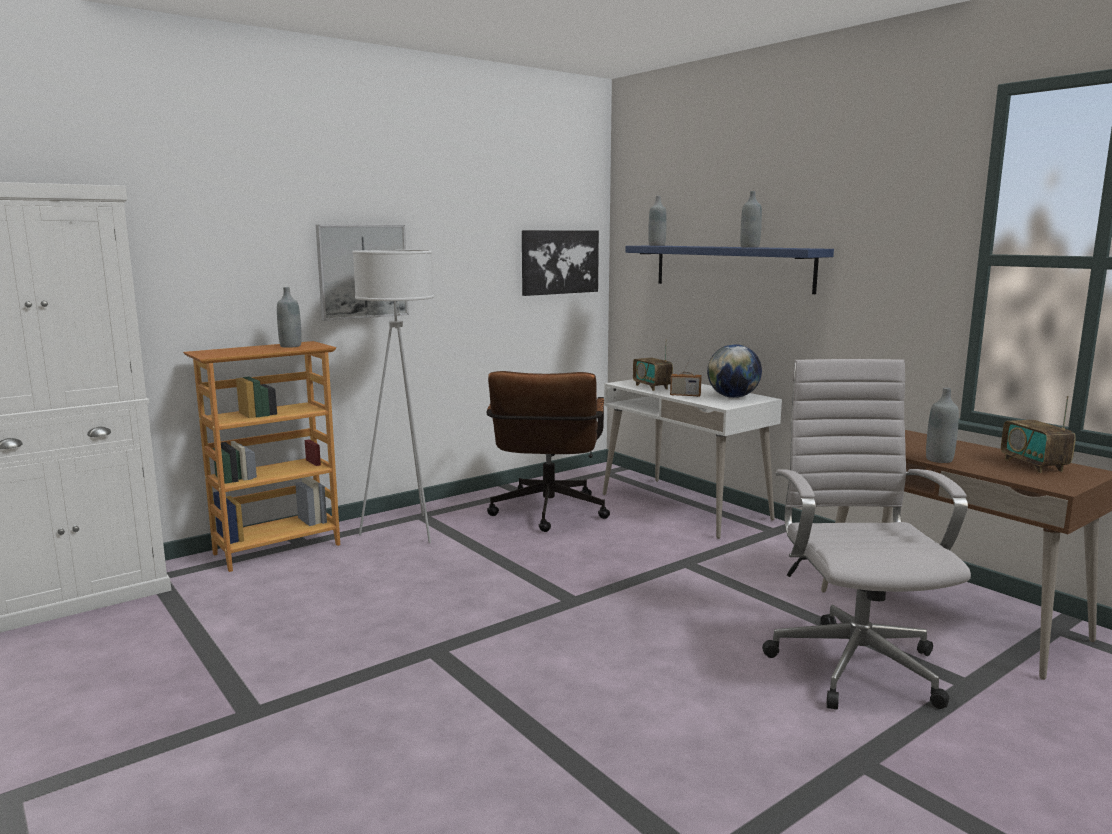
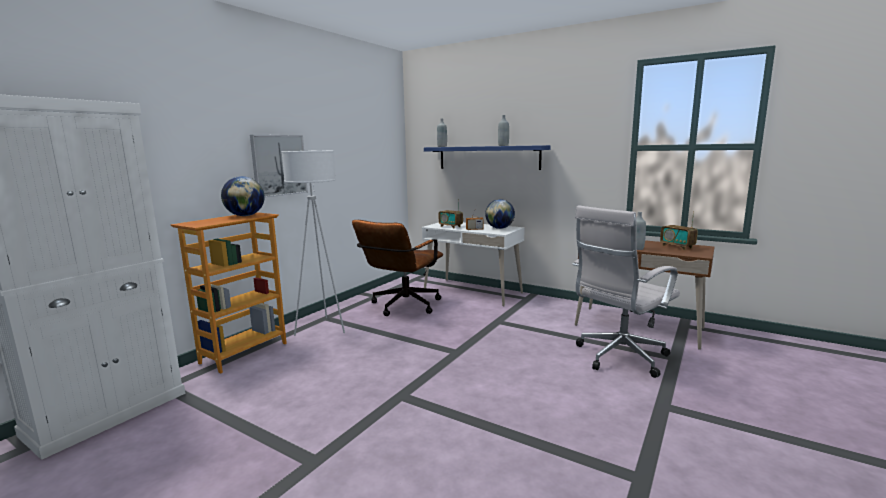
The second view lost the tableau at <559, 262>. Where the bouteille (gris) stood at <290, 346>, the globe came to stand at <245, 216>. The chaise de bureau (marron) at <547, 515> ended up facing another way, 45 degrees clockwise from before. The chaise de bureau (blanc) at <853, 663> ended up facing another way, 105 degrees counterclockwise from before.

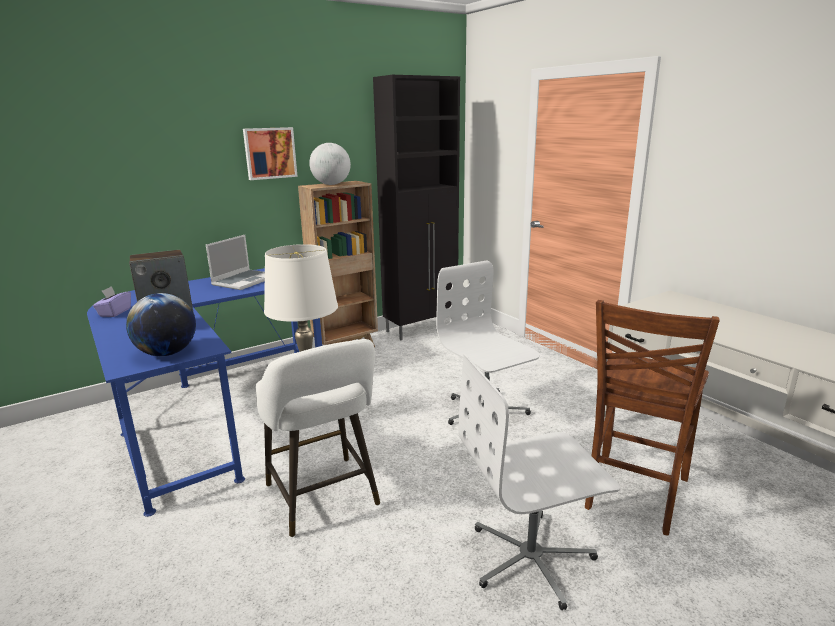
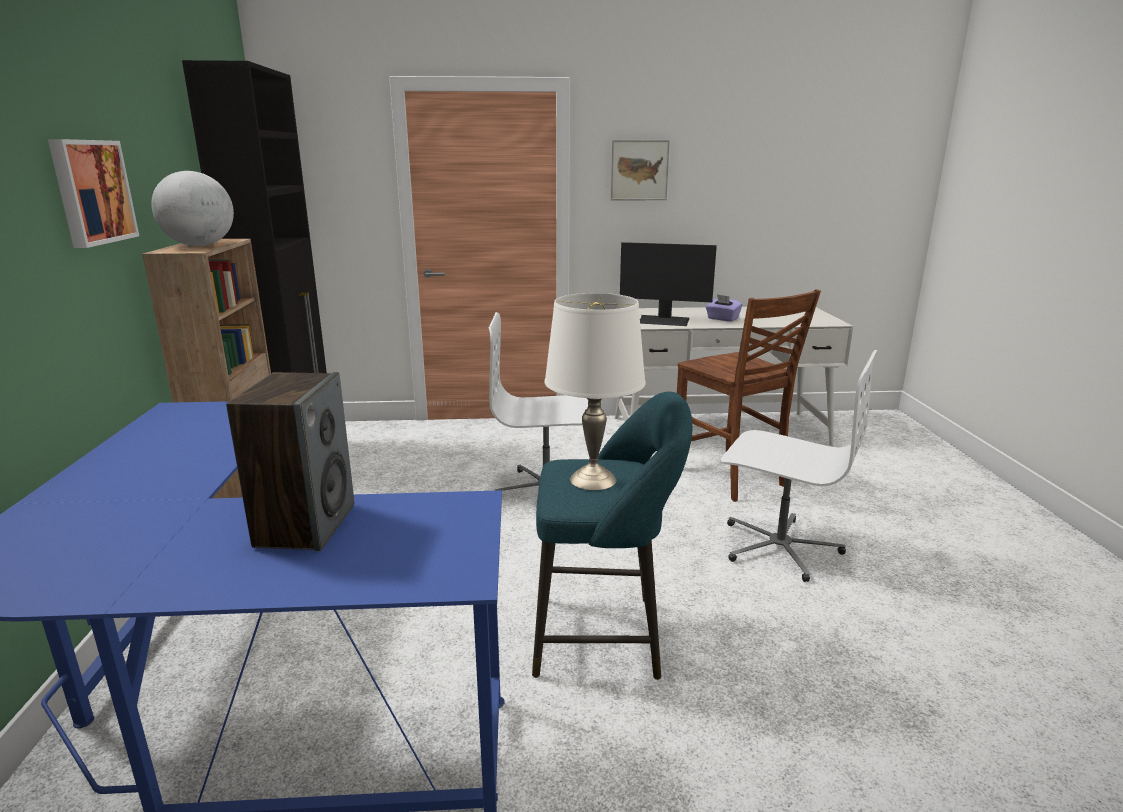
The second view lost the globe at <167, 353>. The second view lost the ordinateur portable at <244, 281>. The second view gained the tableau at <639, 170>. The second view gained the écran d'ordinateur at <664, 321>. The boîte à mouchoirs (violet) ended up elsewhere, having gone from <115, 312> to <722, 319>. What was the tabouret (blanc) at <324, 499> turned into the tabouret (turquoise) at <605, 636>. The chaise de bureau (blanc) at <531, 558> ended up facing another way, 75 degrees counterclockwise from before.

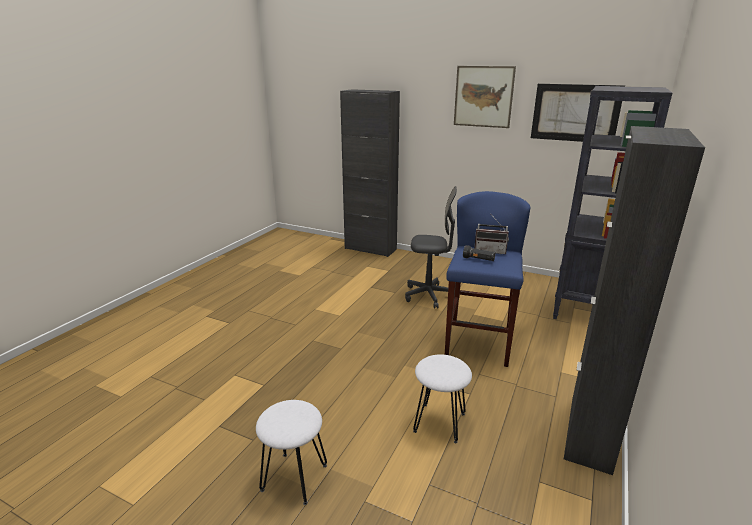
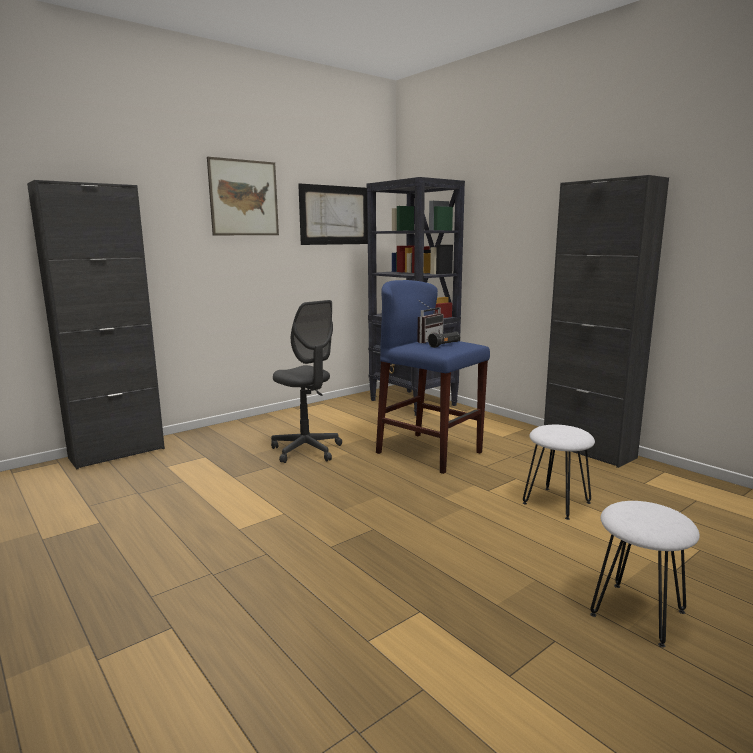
The chaise de bureau (gris) at <429, 295> ended up facing another way, 105 degrees clockwise from before.

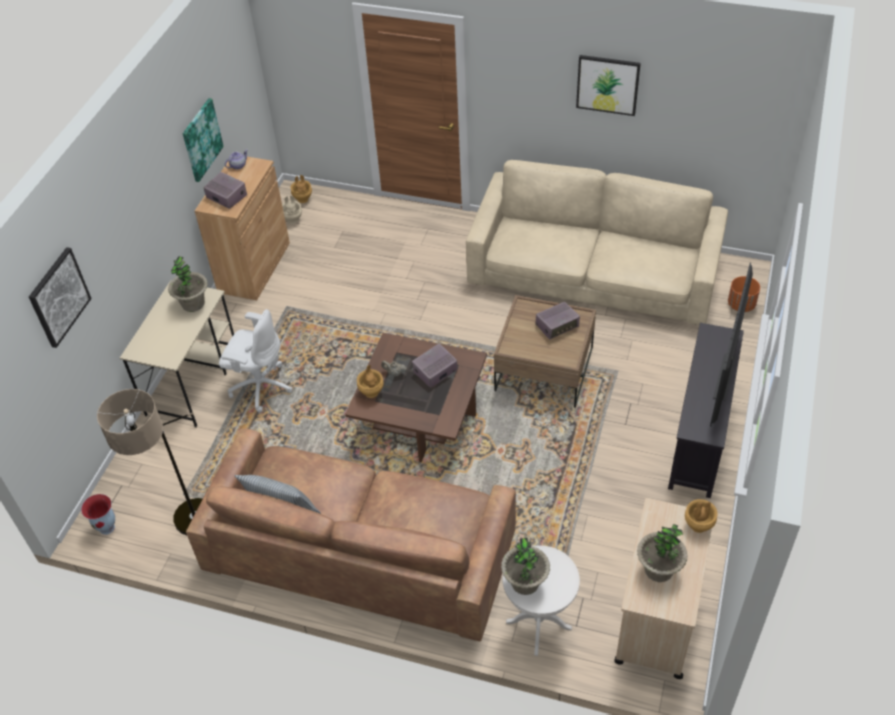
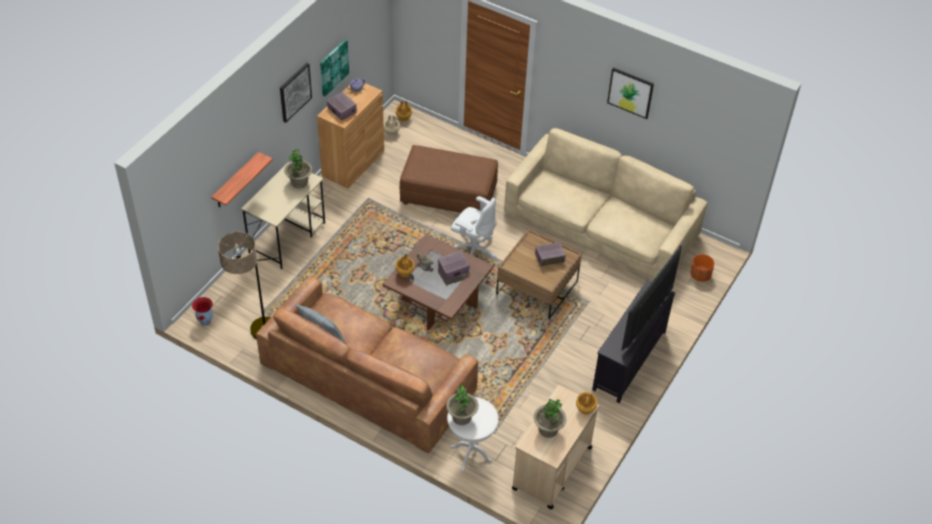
The second view gained the étagère at <236, 181>. The second view gained the pouf (marron) at <448, 193>. The tableau ended up elsewhere, having gone from <59, 297> to <294, 92>. The chaise de bureau (blanc) ended up elsewhere, having gone from <260, 386> to <473, 250>.

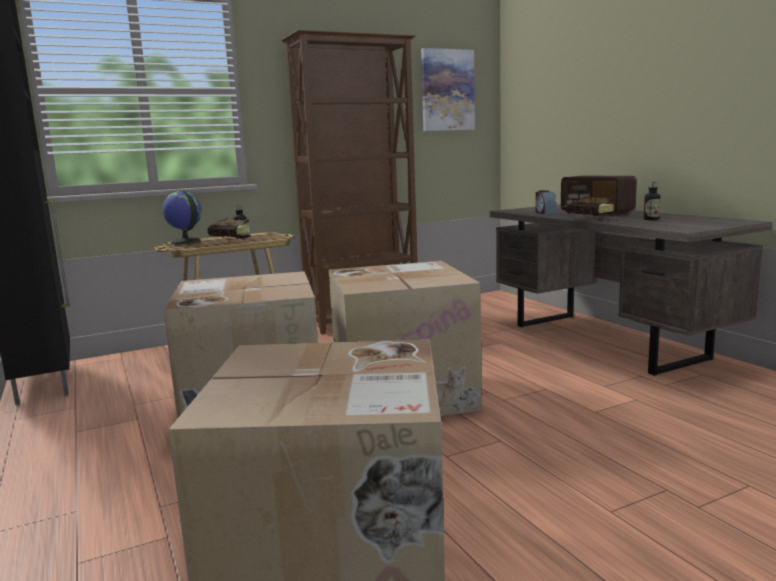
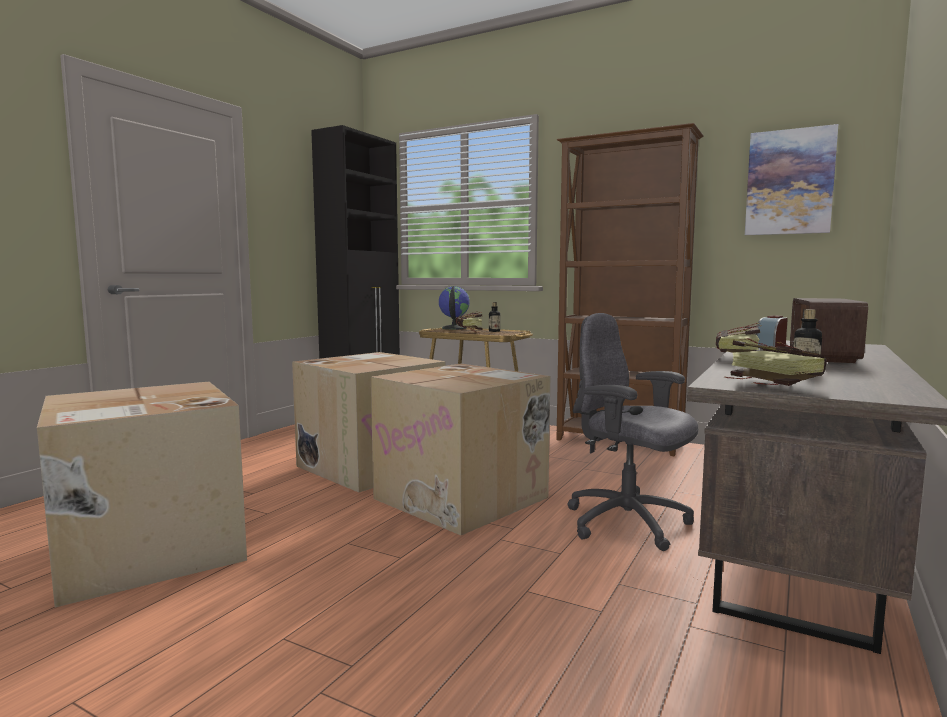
The second view gained the chaise de bureau (gris) at <628, 524>. The second view gained the livre at <767, 384>.

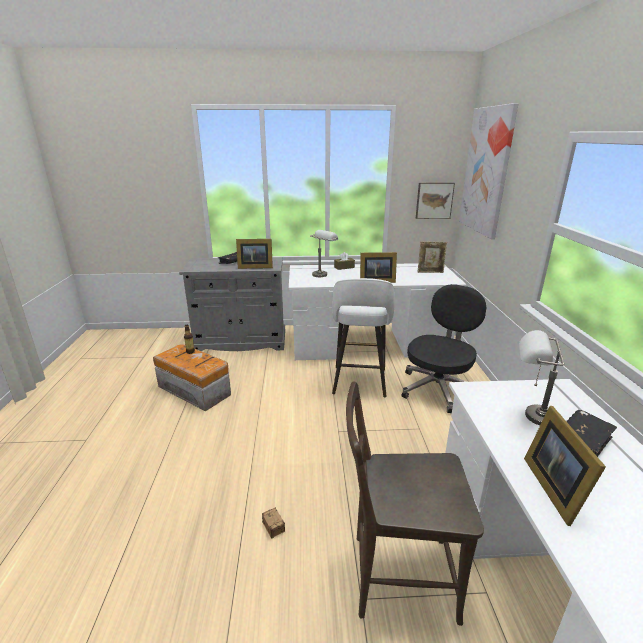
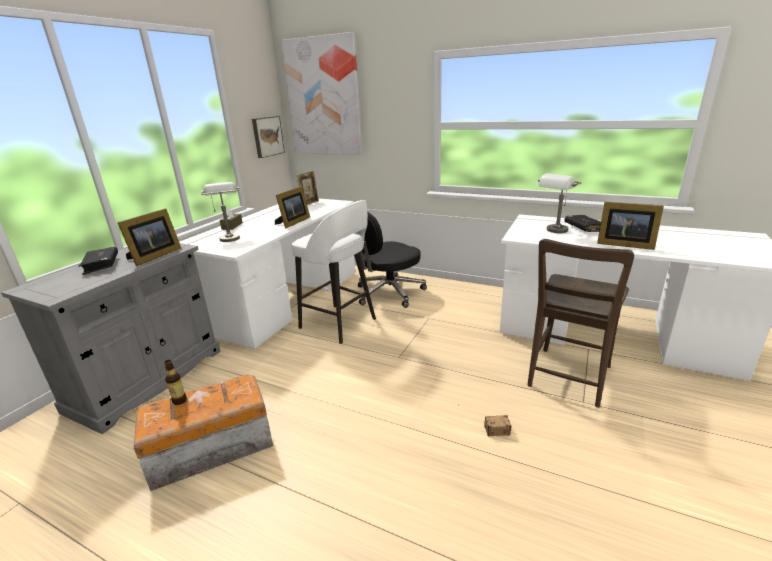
The chaise de bureau (noir) at <438, 388> ended up facing another way, 105 degrees counterclockwise from before.

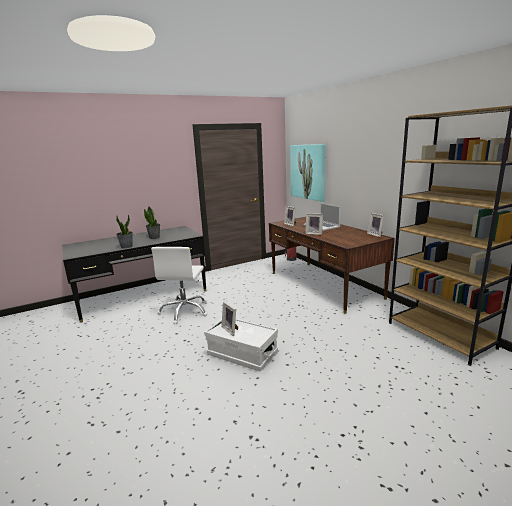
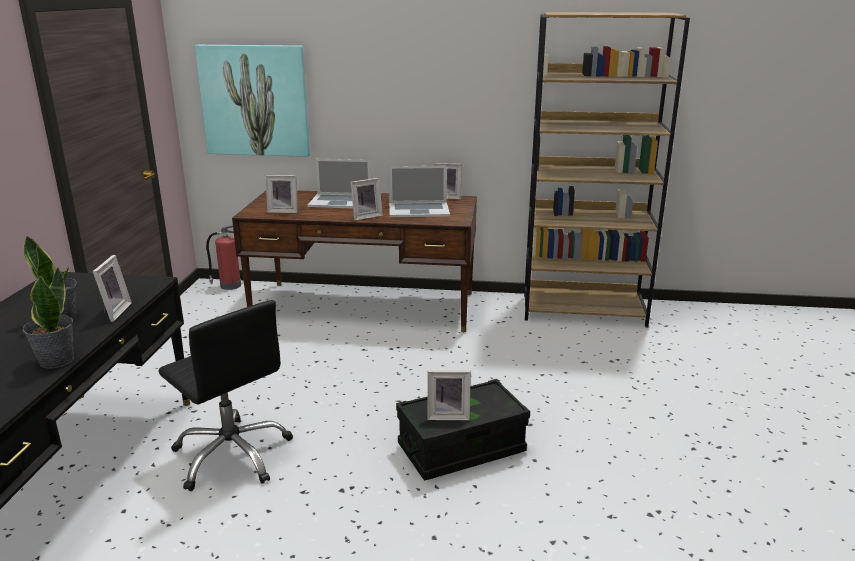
The second view gained the cadre photo at <113, 312>. The second view gained the ordinateur portable at <418, 210>. What was the chaise de bureau (blanc) at <185, 311> turned into the chaise de bureau (noir) at <232, 454>. What was the boîte de rangement (blanc) at <242, 354> turned into the boîte de rangement (noir) at <461, 449>.

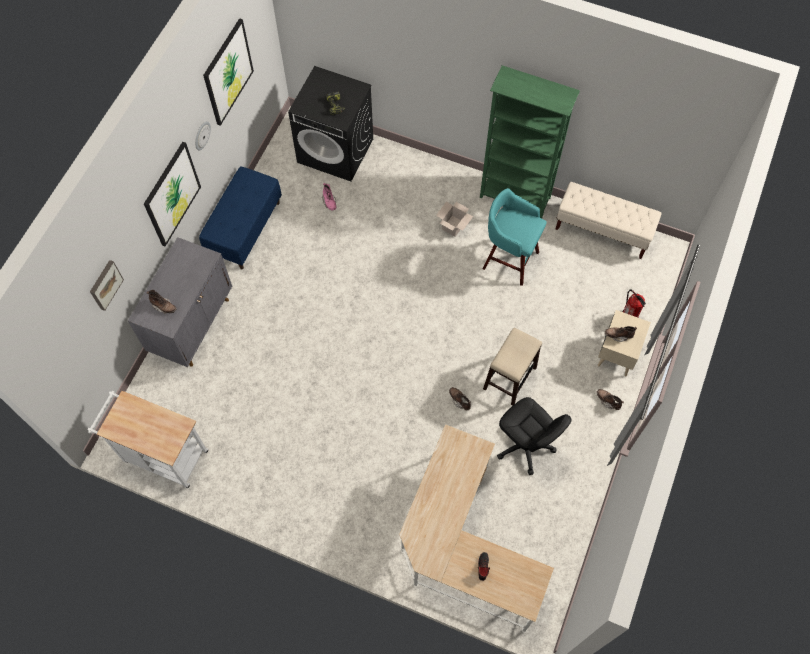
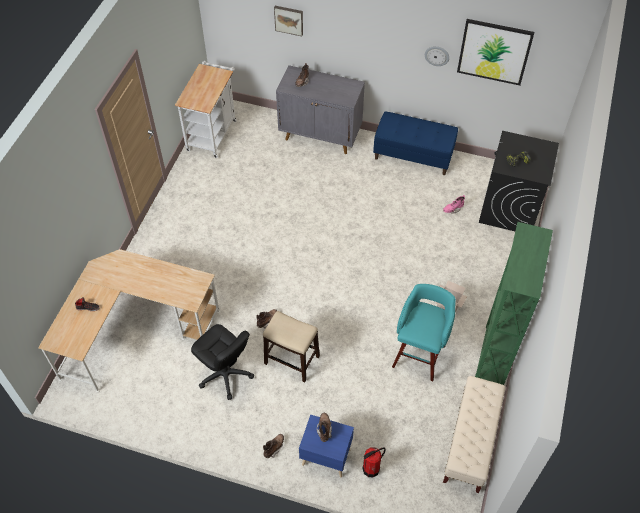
The second view lost the tableau at <172, 194>. What was the table de chevet (beige) at <616, 354> turned into the table de chevet (bleu) at <325, 456>. The chaise de bureau (noir) at <525, 445> ended up facing another way, 90 degrees counterclockwise from before.

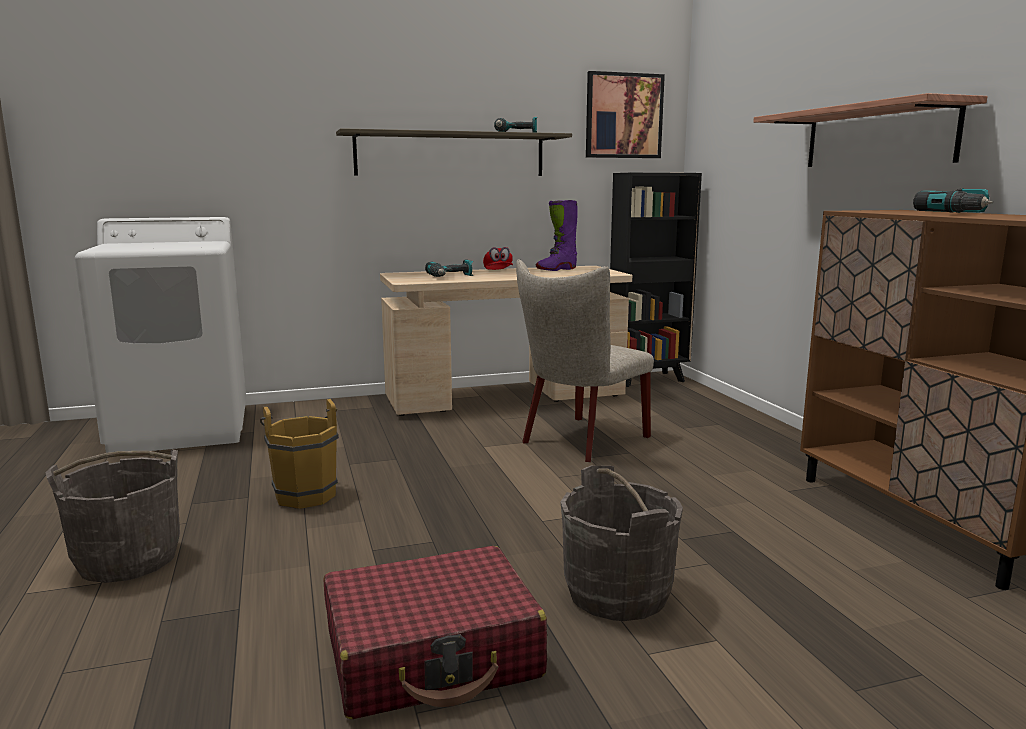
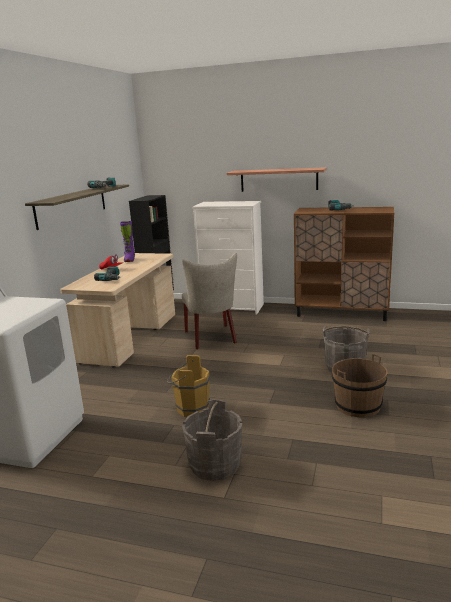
The second view lost the tableau at <623, 116>. The second view gained the commode (blanc) at <233, 308>. Where the valise (rouge) stood at <433, 654>, the seau (marron) came to stand at <357, 405>.

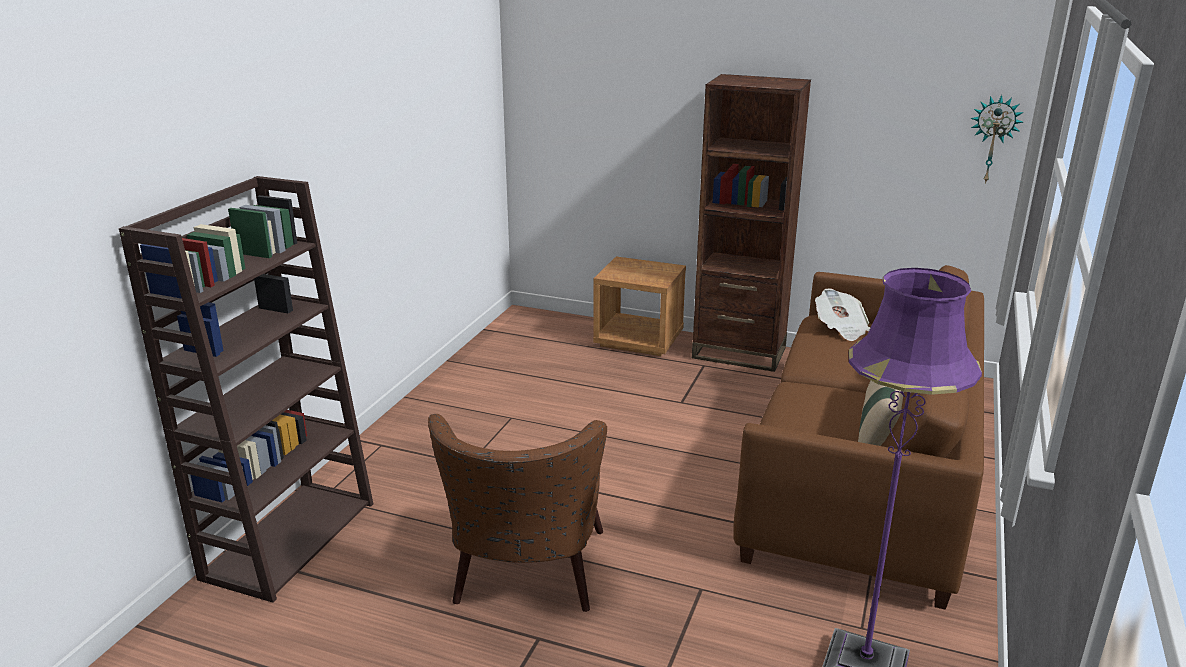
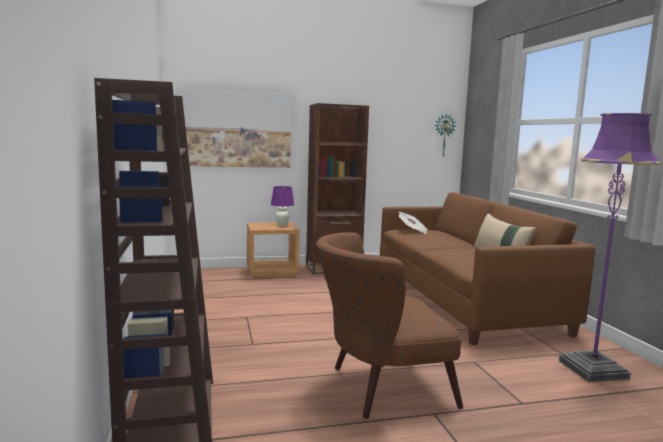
The second view gained the tableau at <234, 129>. The second view gained the lampe de table (violet) at <282, 225>. The fauteuil (marron) at <526, 579> ended up facing another way, 105 degrees clockwise from before.

